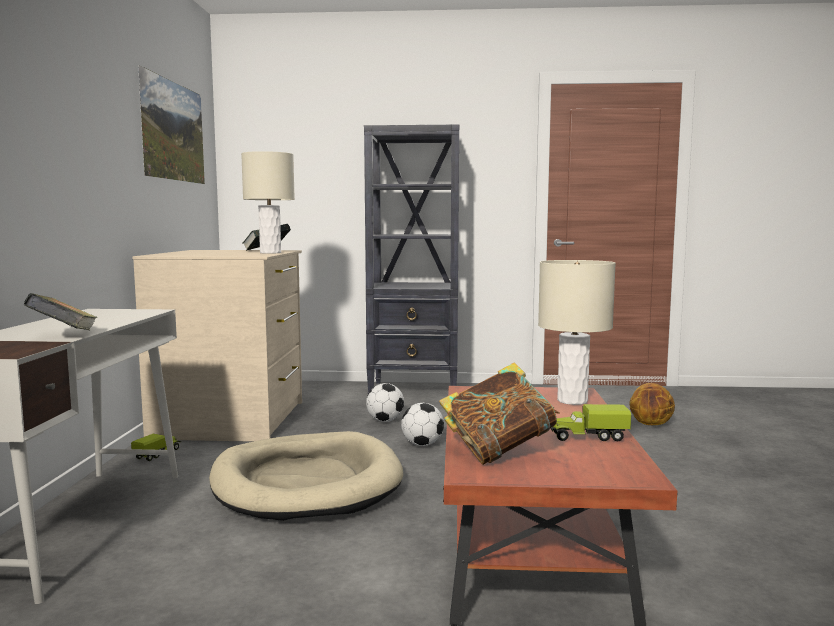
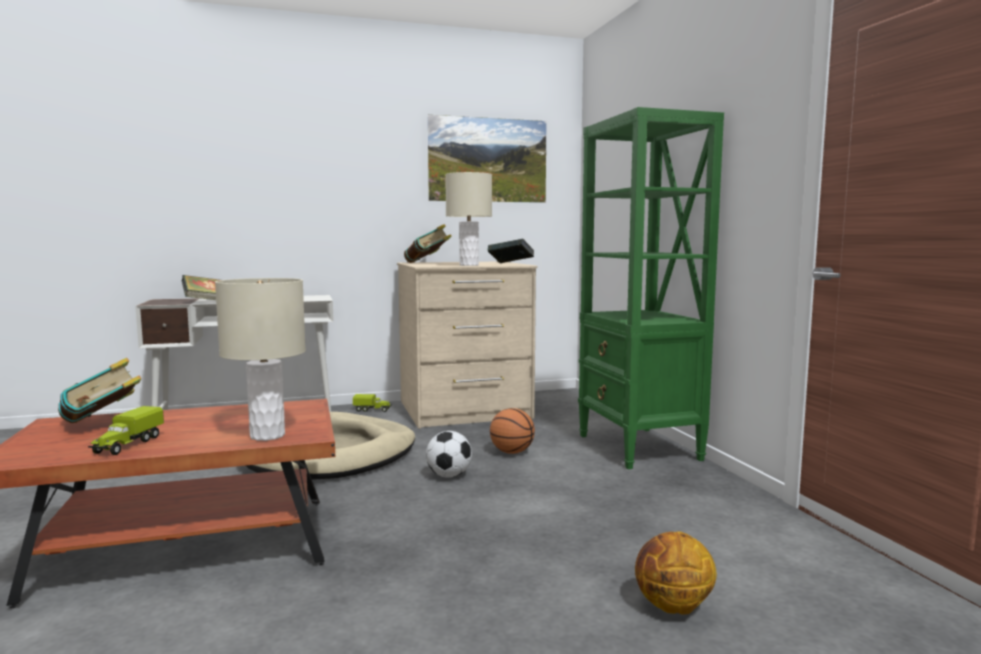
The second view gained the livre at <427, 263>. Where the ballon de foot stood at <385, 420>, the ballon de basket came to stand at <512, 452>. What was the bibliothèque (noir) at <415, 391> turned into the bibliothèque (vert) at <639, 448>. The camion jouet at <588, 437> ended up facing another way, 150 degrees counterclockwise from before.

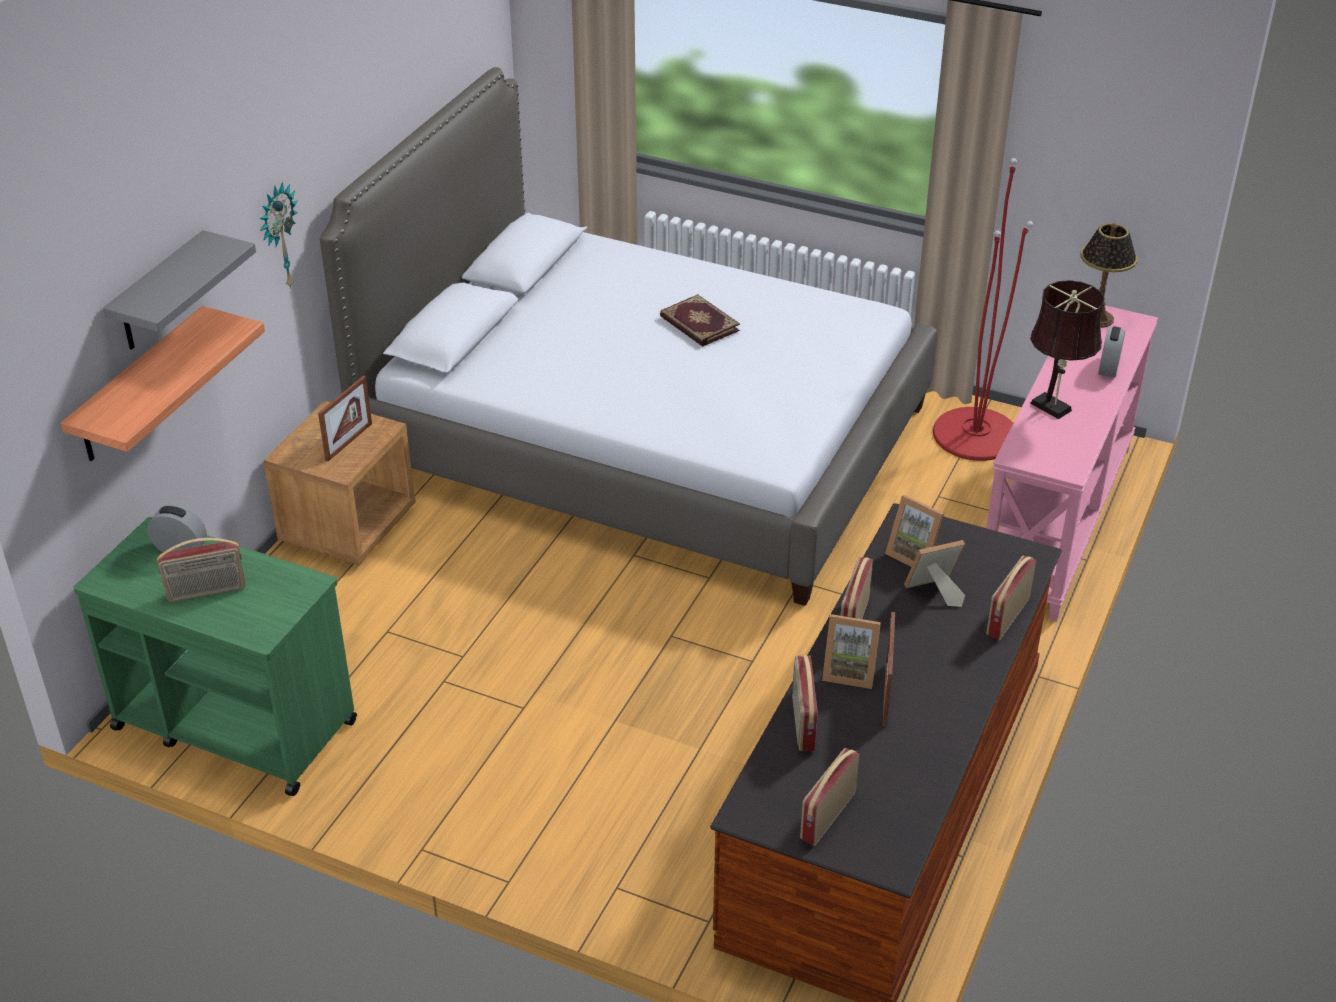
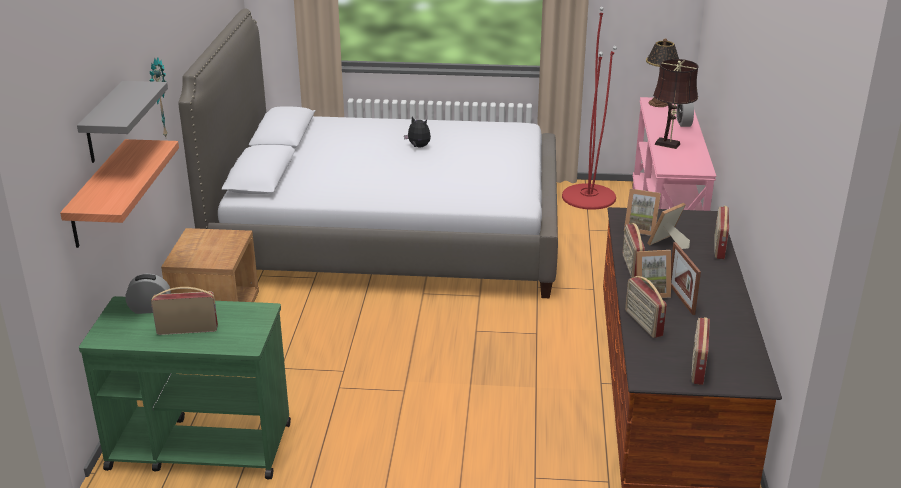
The second view lost the cadre photo at <349, 442>. Where the livre stood at <698, 324>, the peluche came to stand at <418, 147>. The radio at <206, 592> ended up facing another way, 150 degrees counterclockwise from before.

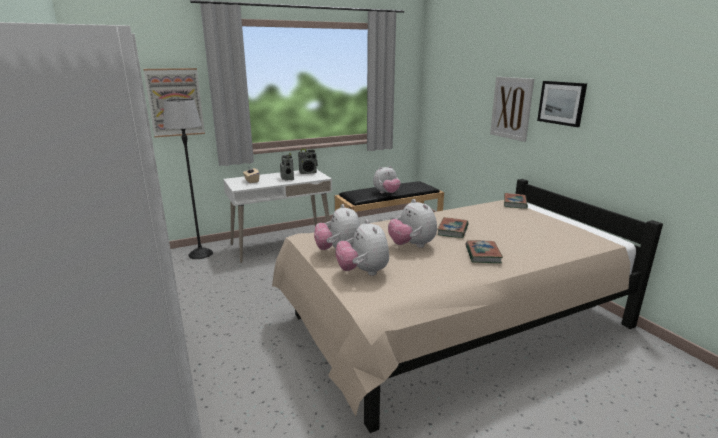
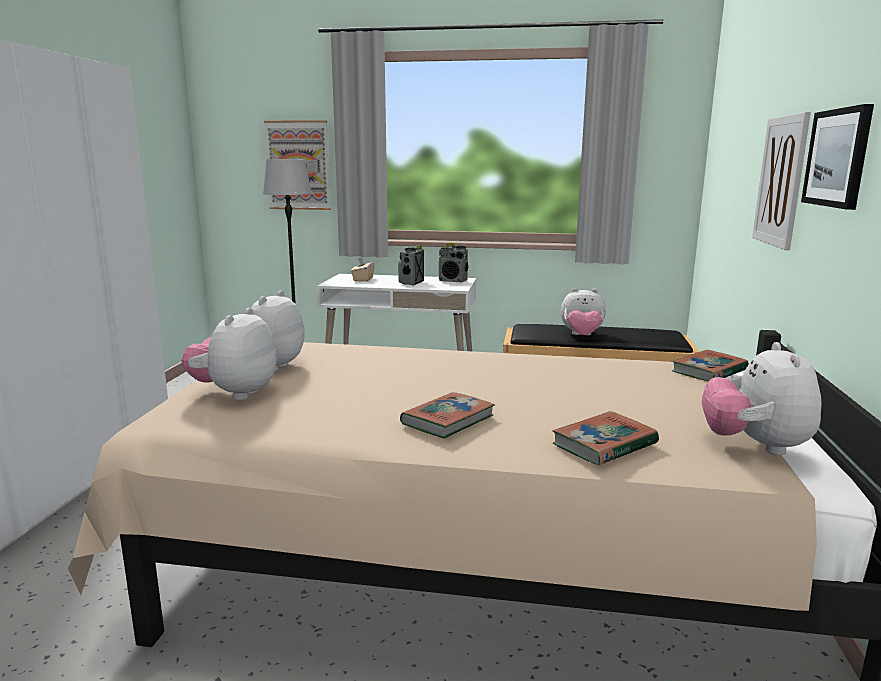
The peluche ended up elsewhere, having gone from <411, 246> to <755, 446>. The livre ended up elsewhere, having gone from <452, 230> to <604, 444>.

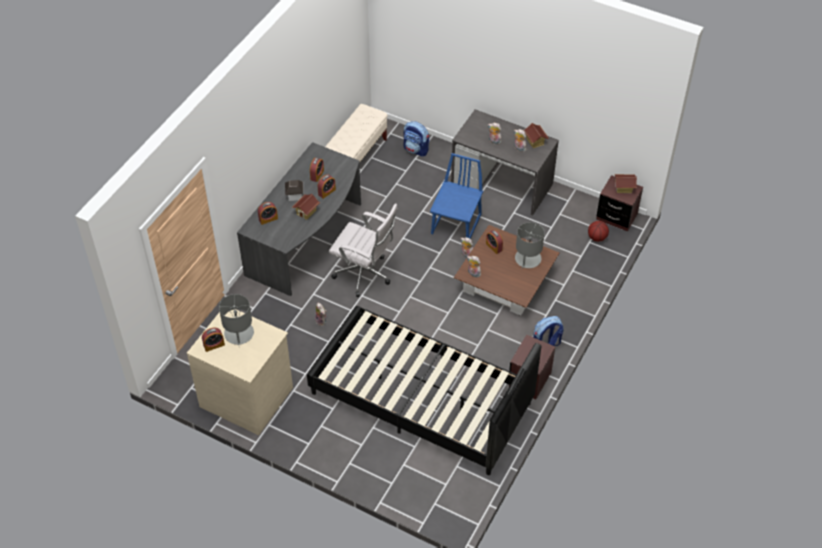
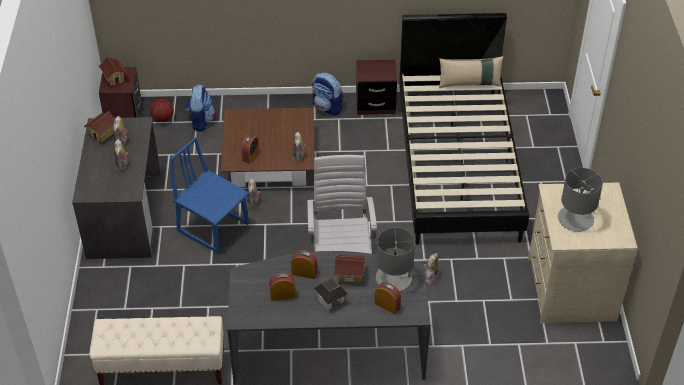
The second view lost the réveil at <214, 345>. The second view gained the coussin (beige) at <469, 84>. The sac à dos ended up elsewhere, having gone from <416, 149> to <200, 121>. The lampe de table (gris) ended up elsewhere, having gone from <527, 259> to <394, 278>. The chaise (bleu) at <456, 224> ended up facing another way, 45 degrees clockwise from before.

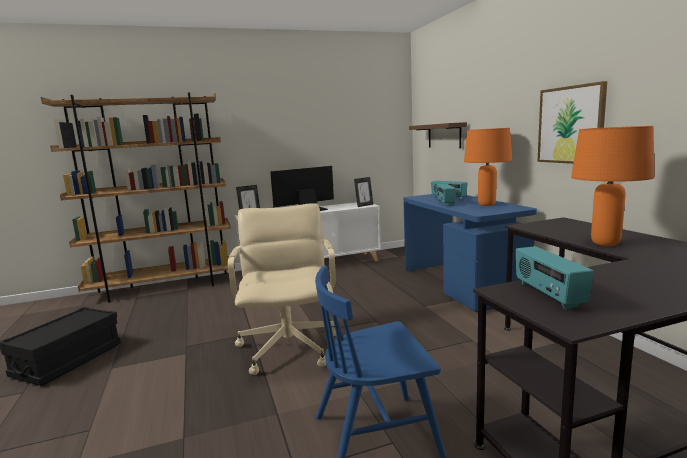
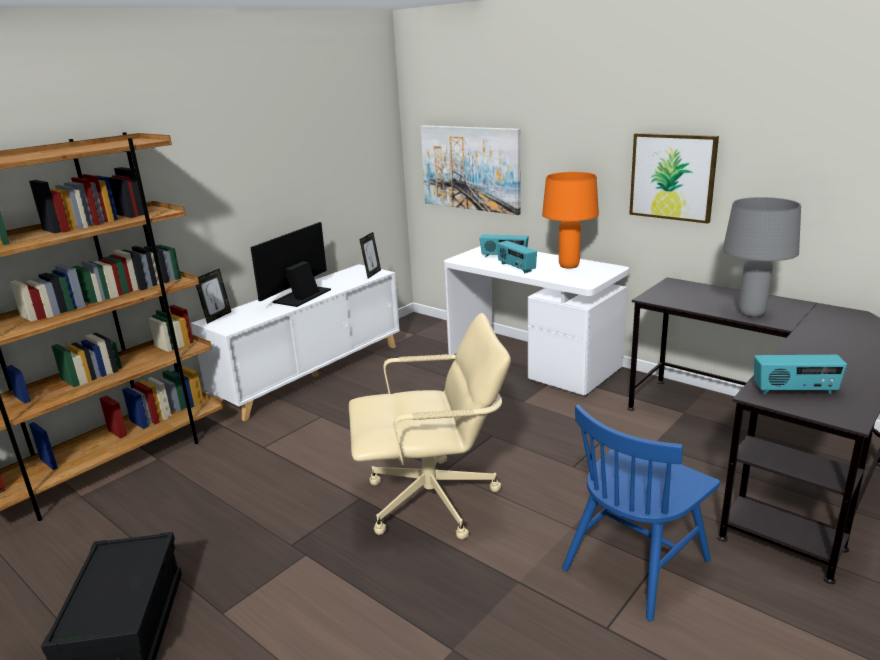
Where the étagère (marron) hung at <444, 135>, the tableau came to hang at <470, 168>. What was the bureau (bleu) at <462, 285> turned into the bureau (blanc) at <533, 362>. What was the lampe de table (orange) at <604, 243> turned into the lampe de table (gris) at <751, 314>. The chaise de bureau (beige) at <289, 347> ended up facing another way, 120 degrees clockwise from before. The radio at <548, 295> ended up facing another way, 45 degrees counterclockwise from before.

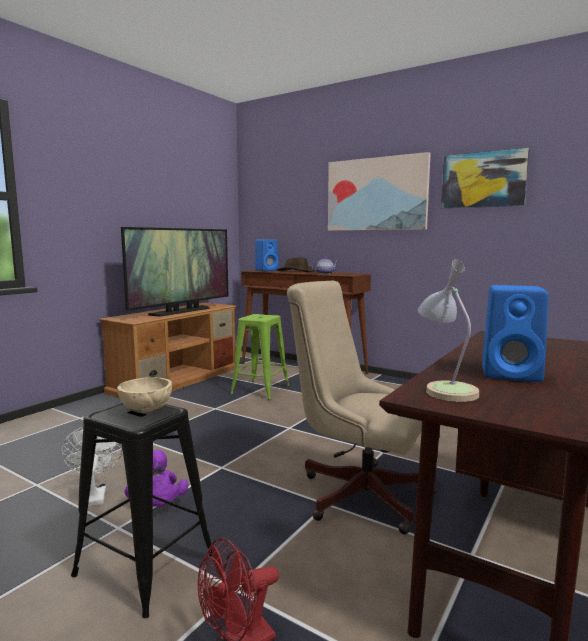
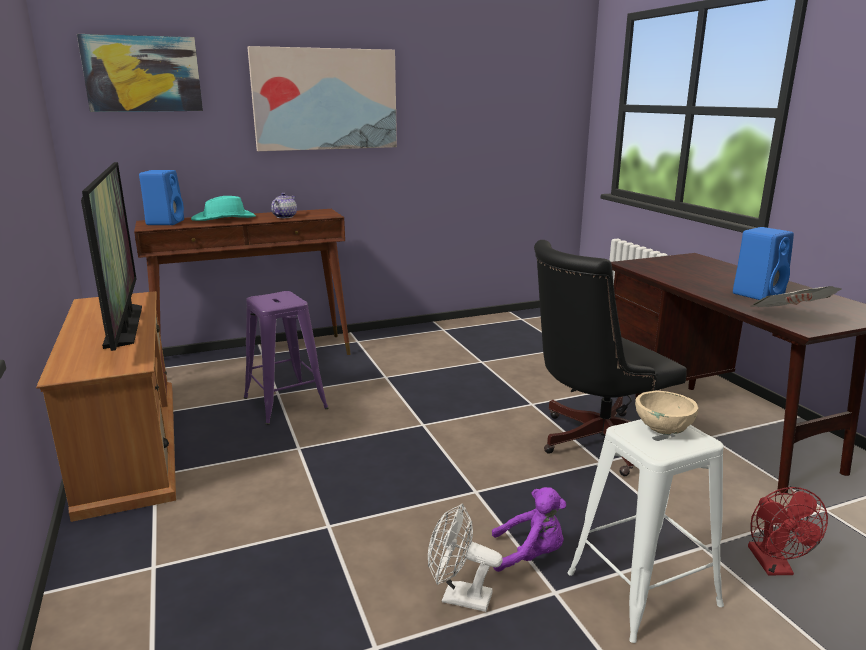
The tableau ended up elsewhere, having gone from <483, 180> to <142, 74>. Where the lampe de table stood at <444, 389>, the journal came to stand at <789, 317>. What was the tabouret (noir) at <146, 567> turned into the tabouret (blanc) at <643, 588>. What was the tabouret (vert) at <260, 390> turned into the tabouret (violet) at <285, 403>. What was the chapeau (marron) at <295, 271> turned into the chapeau (turquoise) at <224, 219>. What was the chaise de bureau (beige) at <357, 492> turned into the chaise de bureau (noir) at <593, 442>.

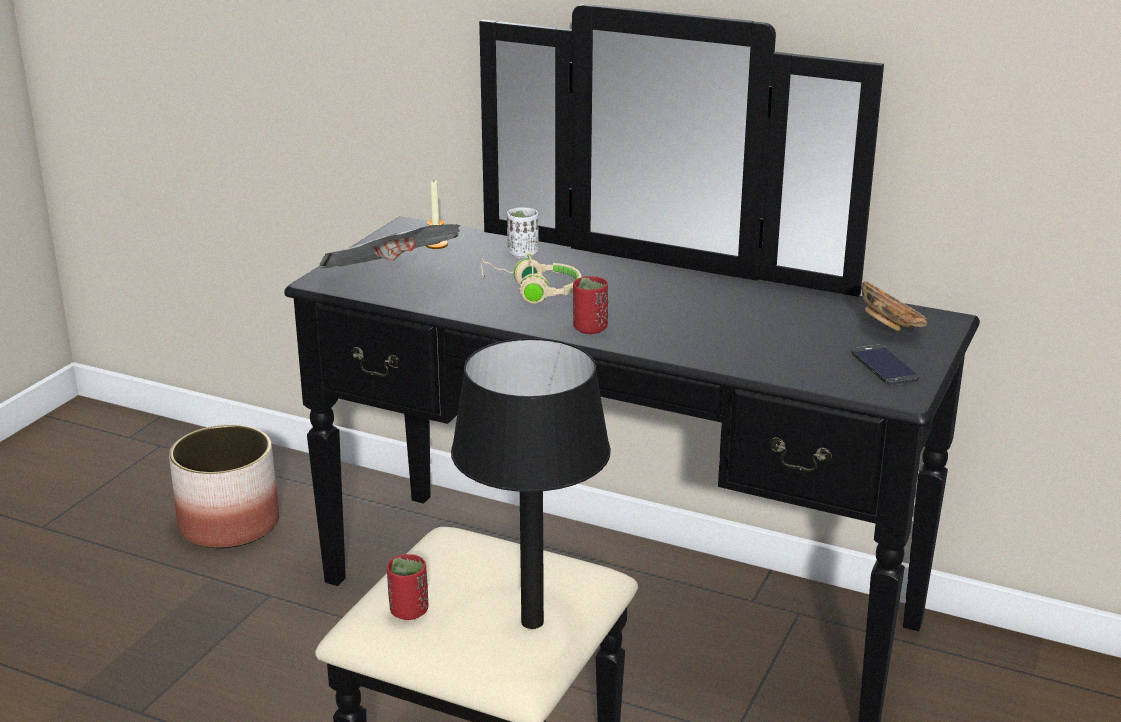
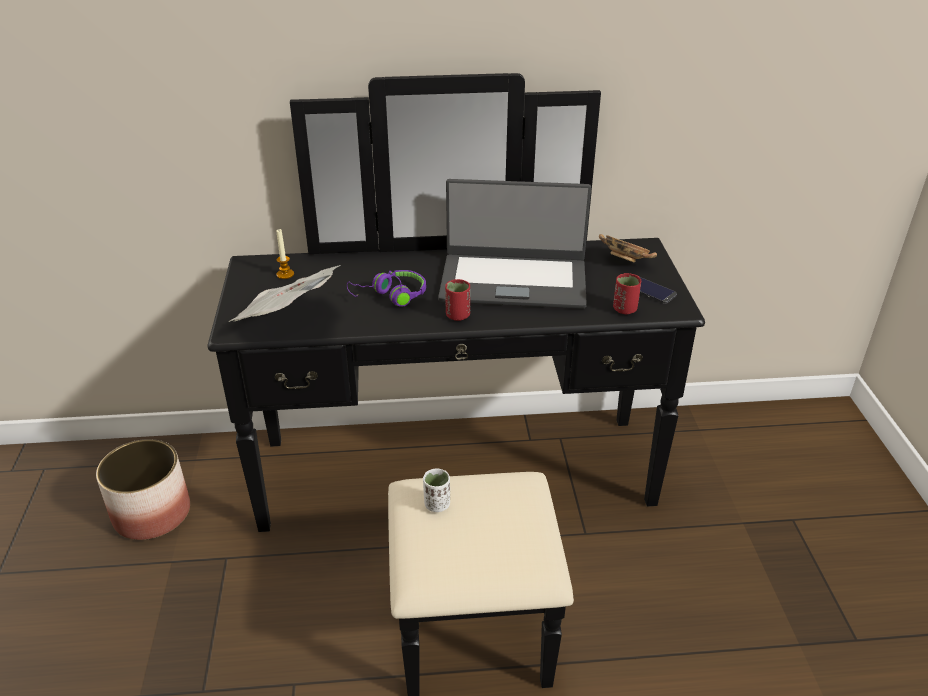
The second view lost the lampe de table (noir) at <533, 622>. The second view gained the ordinateur portable at <513, 280>. The tasse (rouge) ended up elsewhere, having gone from <409, 611> to <624, 309>. The tasse (blanc) ended up elsewhere, having gone from <523, 254> to <437, 504>. What was the casque audio (beige) at <532, 292> turned into the casque audio (violet) at <391, 296>.

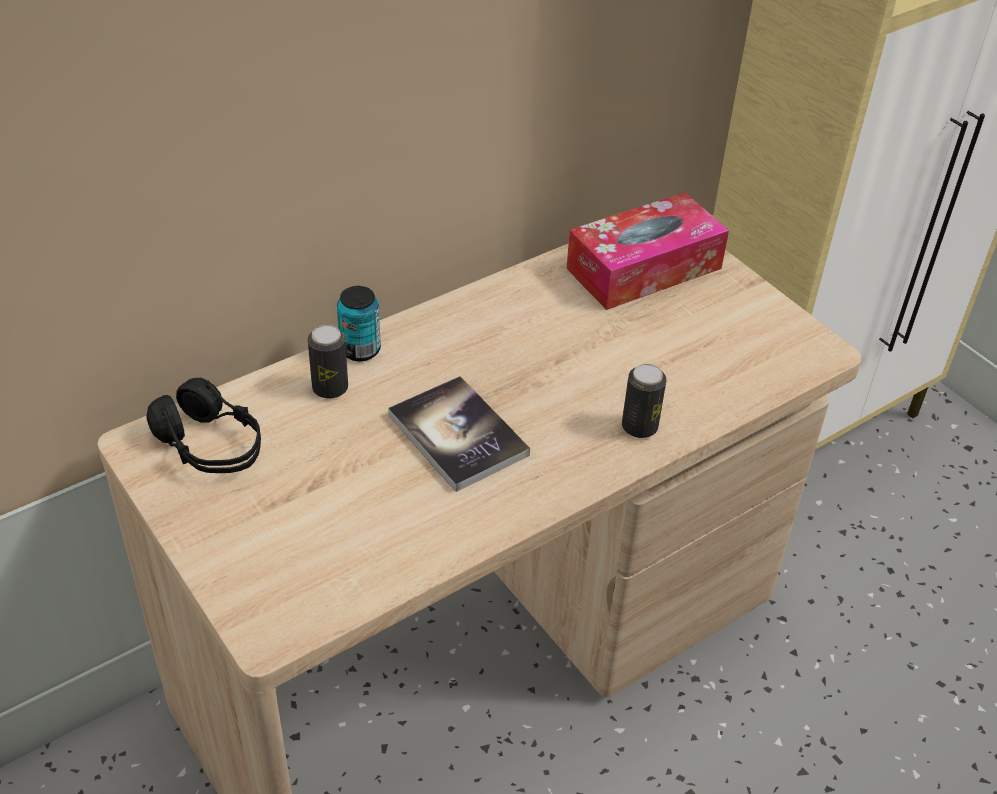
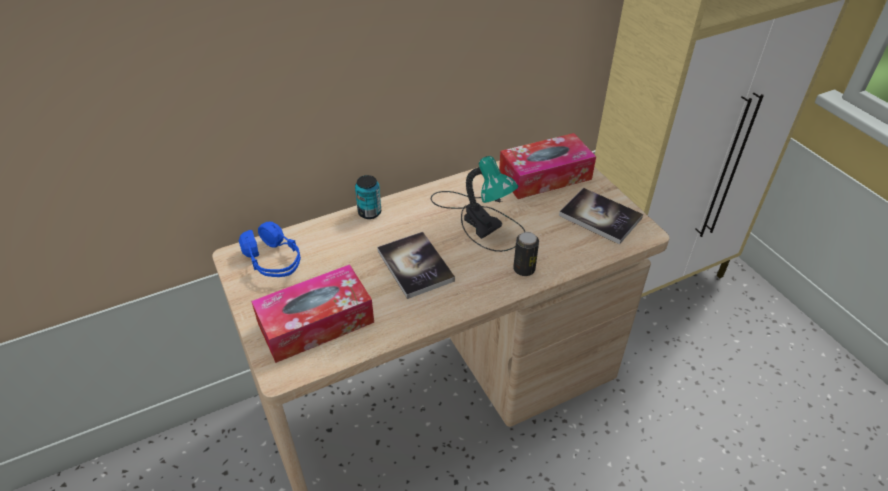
The second view lost the boîte métallique at <330, 388>. The second view gained the boîte à mouchoirs at <316, 323>. The second view gained the lampe de table at <480, 219>. The second view gained the livre at <600, 217>. What was the casque audio (noir) at <211, 446> turned into the casque audio (bleu) at <274, 261>.

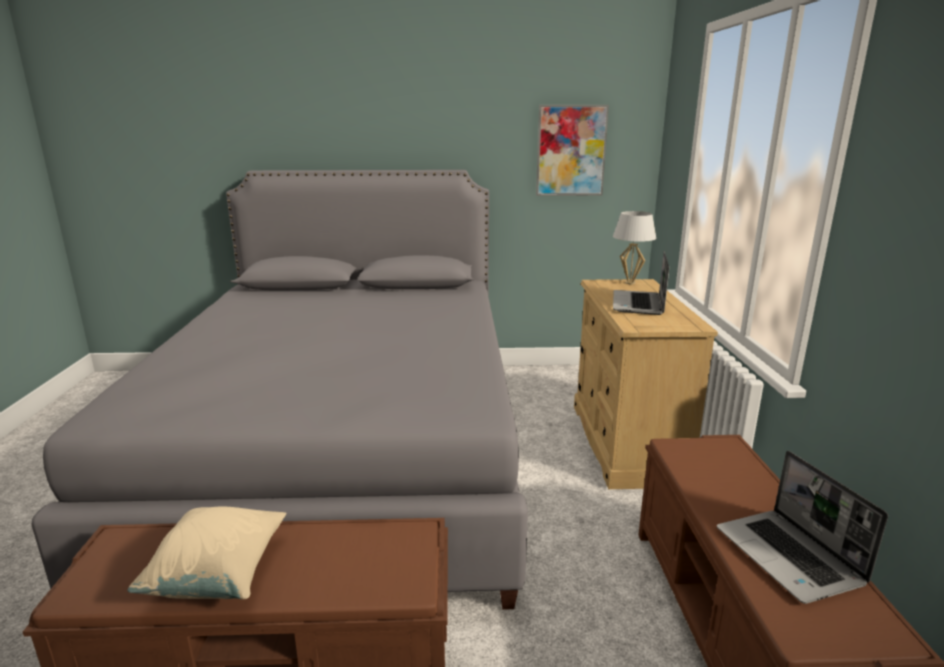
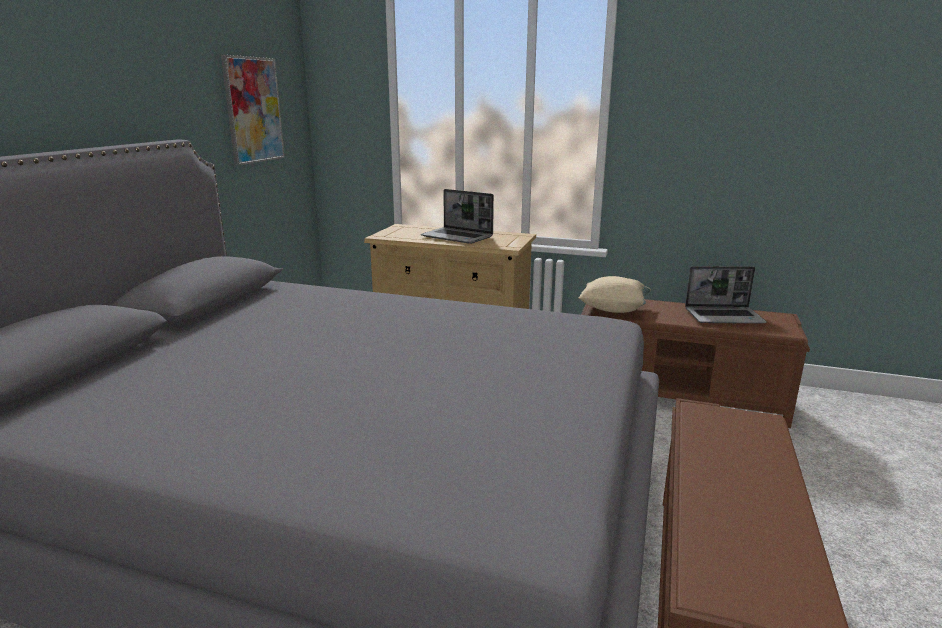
The second view lost the lampe de table (blanc) at <629, 283>. The coussin (beige) ended up elsewhere, having gone from <218, 576> to <613, 309>.

